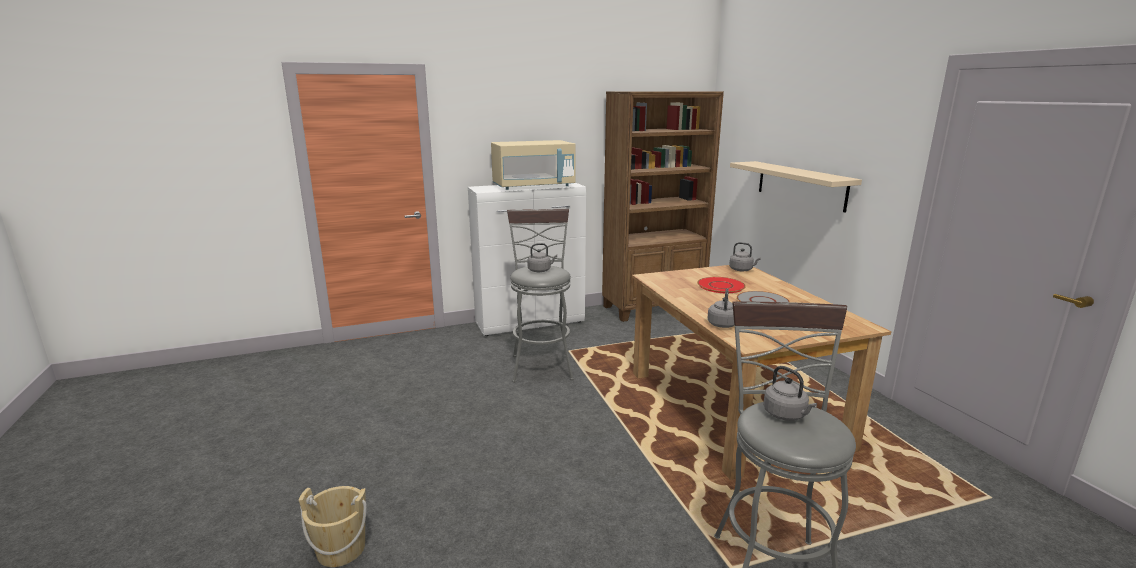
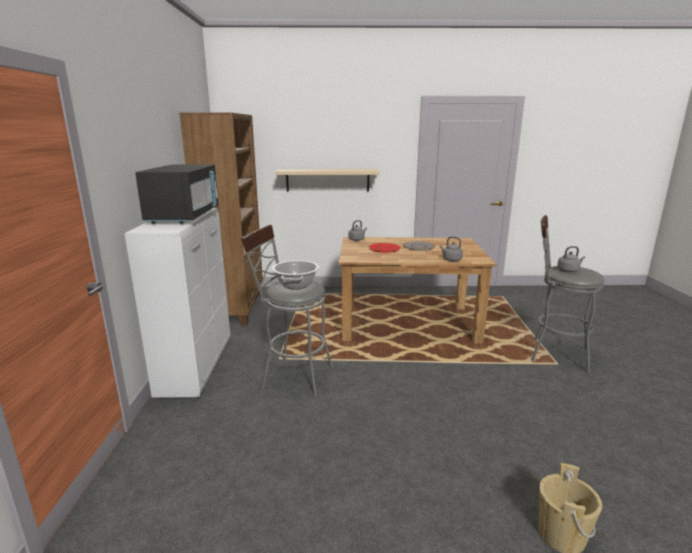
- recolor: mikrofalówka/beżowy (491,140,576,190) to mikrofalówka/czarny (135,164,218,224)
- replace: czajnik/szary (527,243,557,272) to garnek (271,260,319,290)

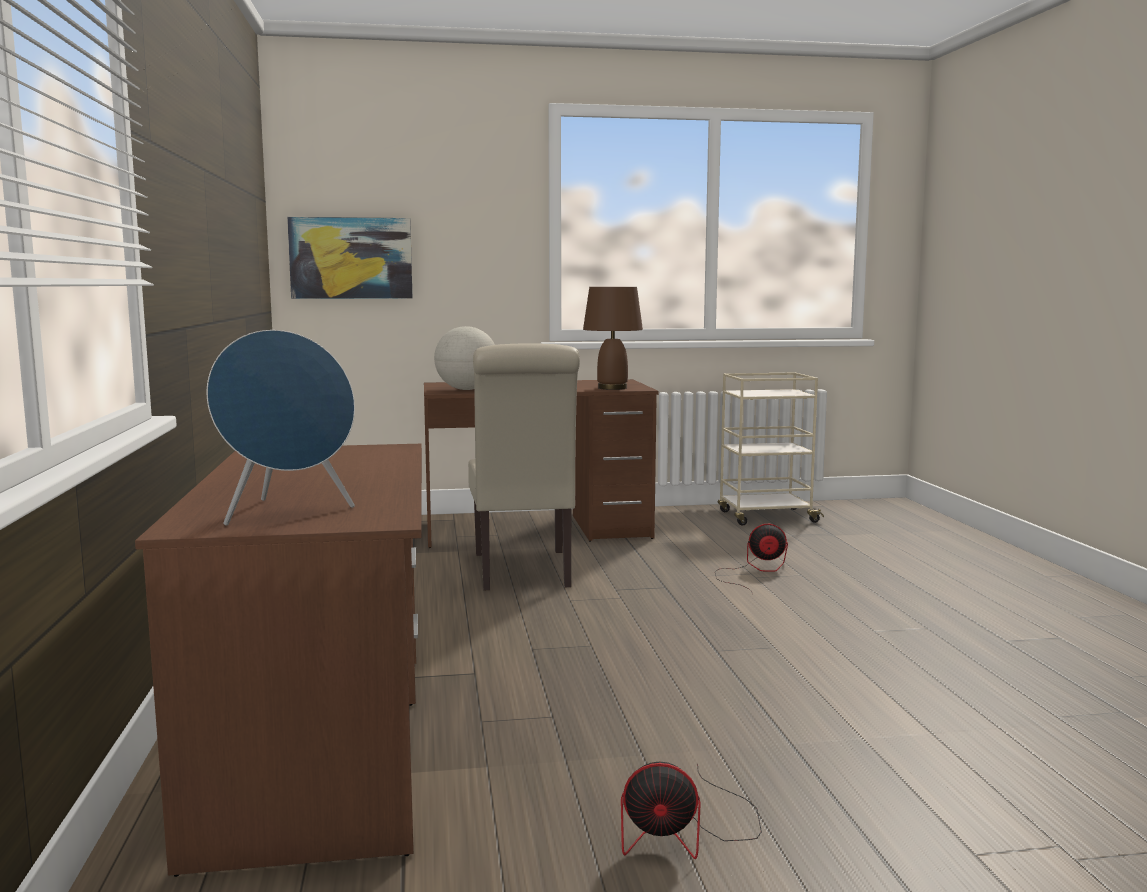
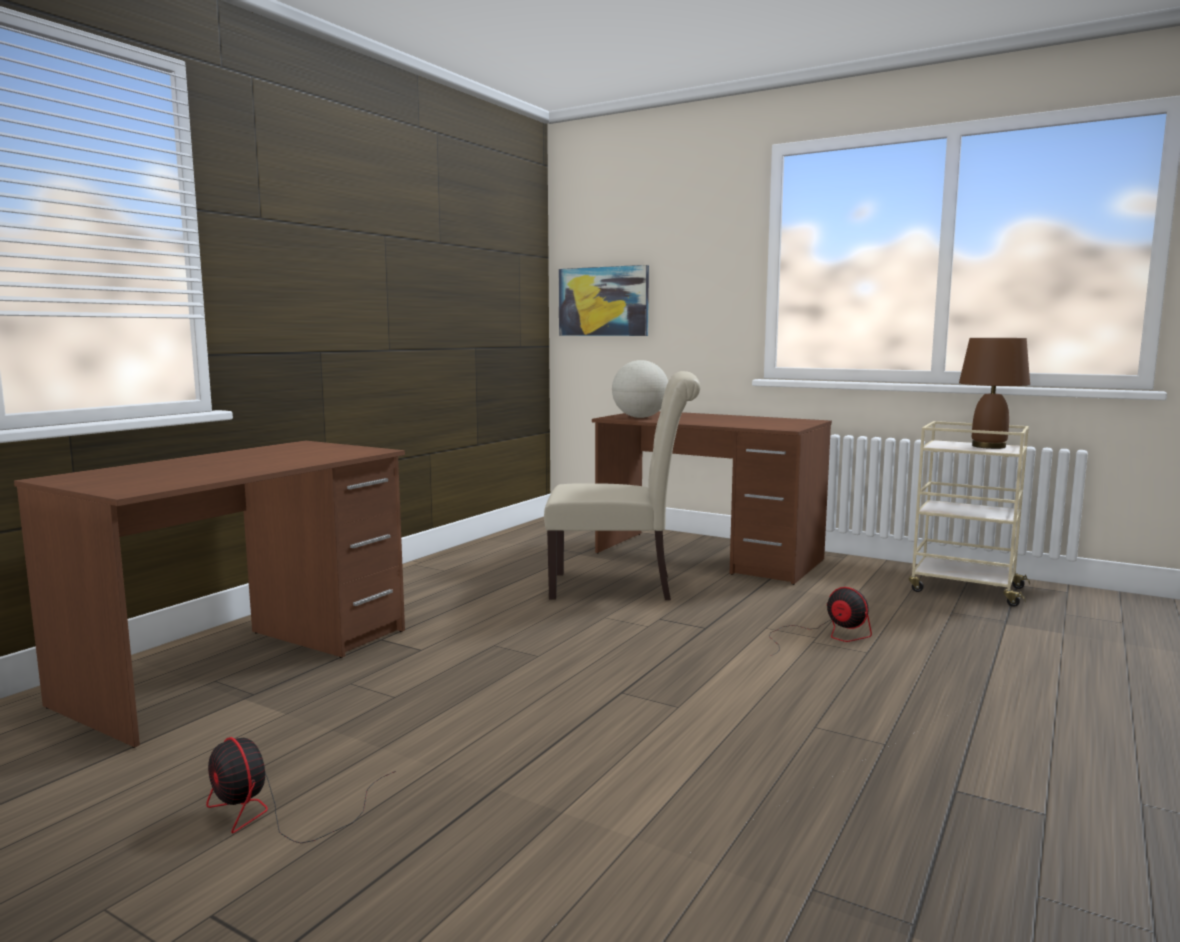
- move: lampa stołowa/brązowy (583,287,643,390) to (959,338,1030,449)
- delete: głośnik/niebieski (207,330,355,526)
- rotate: krzesło/beżowy (468,343,580,590) = (544,371,701,600) 120 degrees counterclockwise

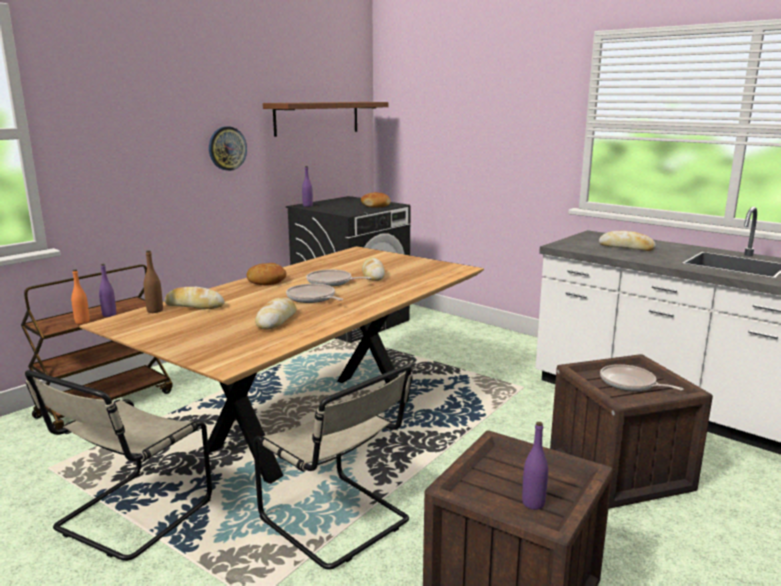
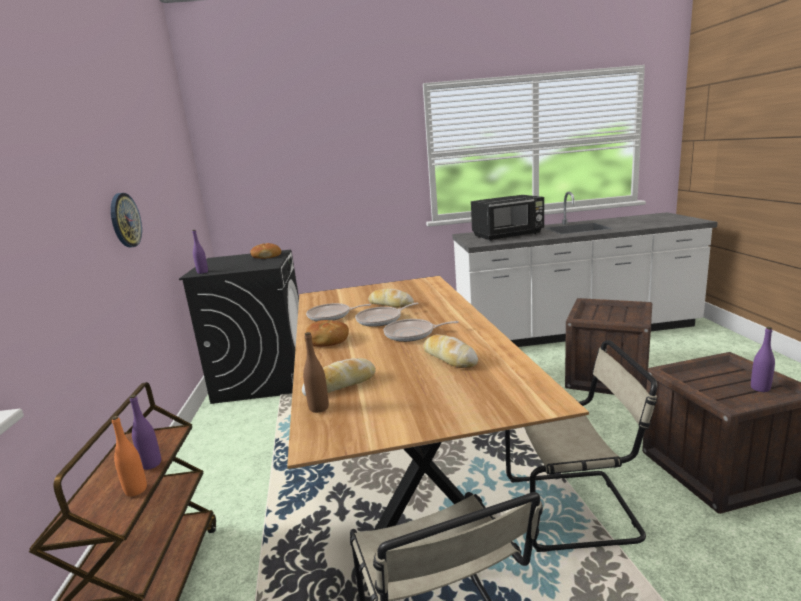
- delete: półka/brązowy (263,102,389,137)
- replace: chleb (599,231,656,251) to mikrofalówka/czarny (471,195,544,241)
- move: patelnia (600,364,683,391) to (306,303,372,321)

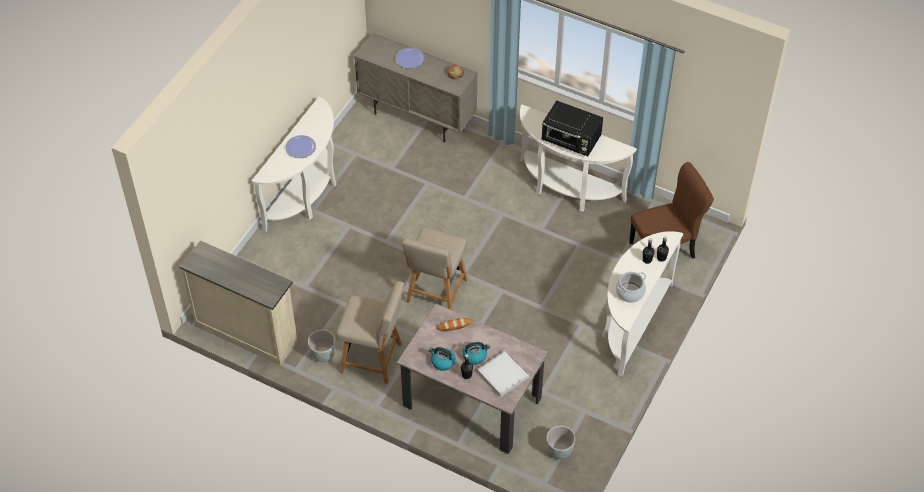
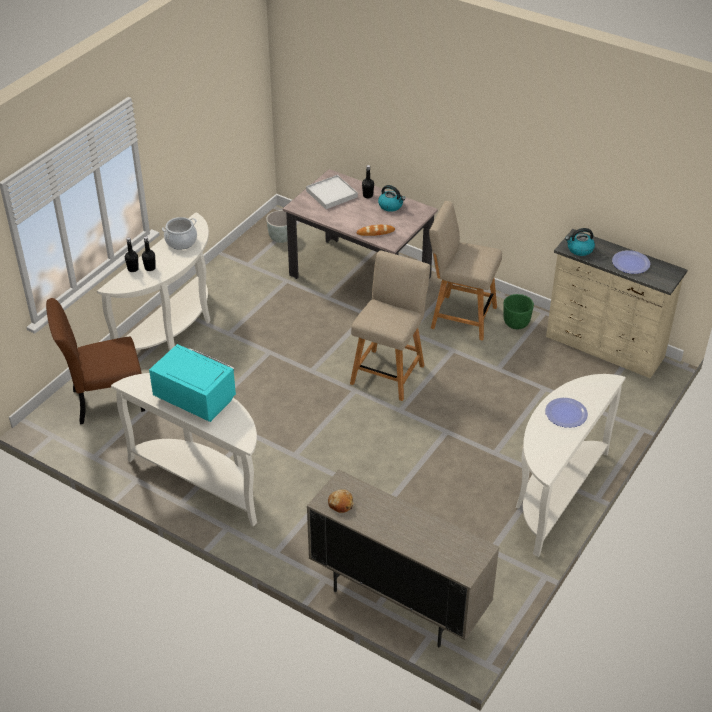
- move: talerz (395,48,424,69) to (612,250,650,274)
- recolor: mikrofalówka/czarny (541,100,603,156) to mikrofalówka/turkusowy (149,344,236,422)
- recolor: donica/szary (308,330,335,362) to donica/zielony (503,294,534,329)
- move: czajnik (462,342,490,365) to (565,228,595,256)

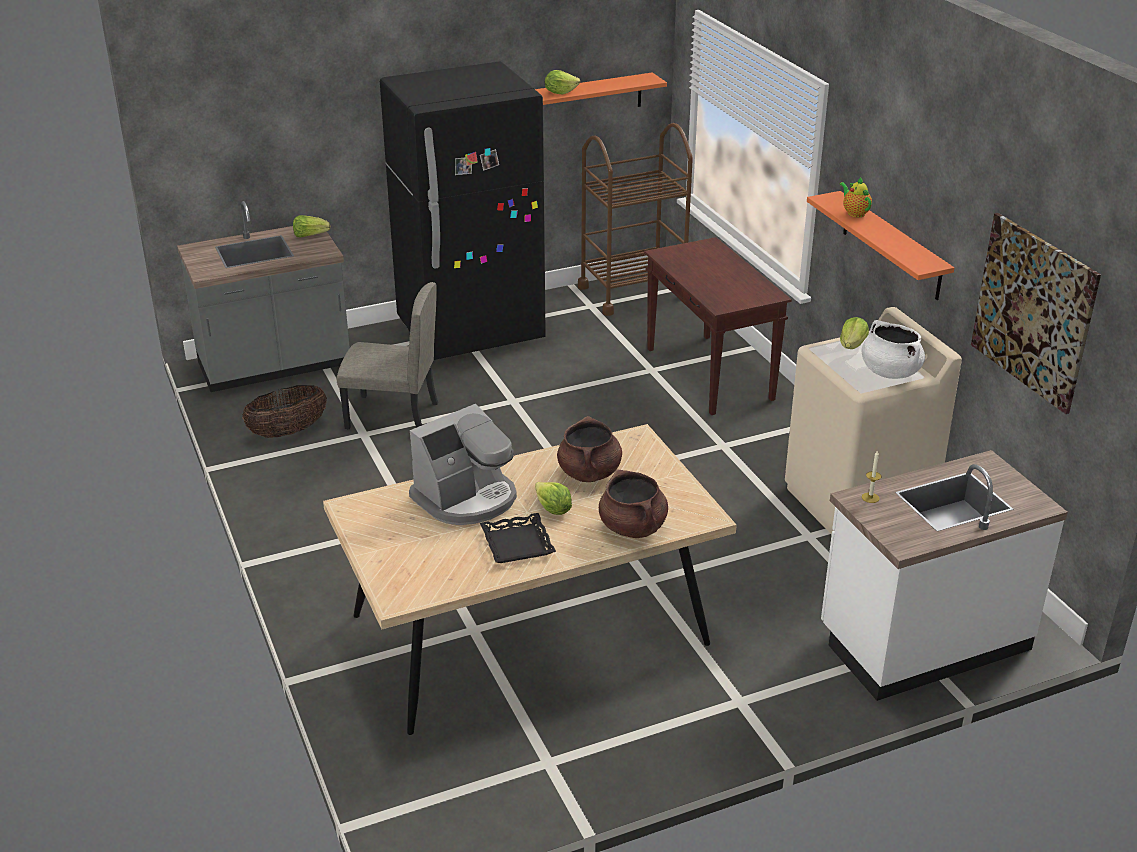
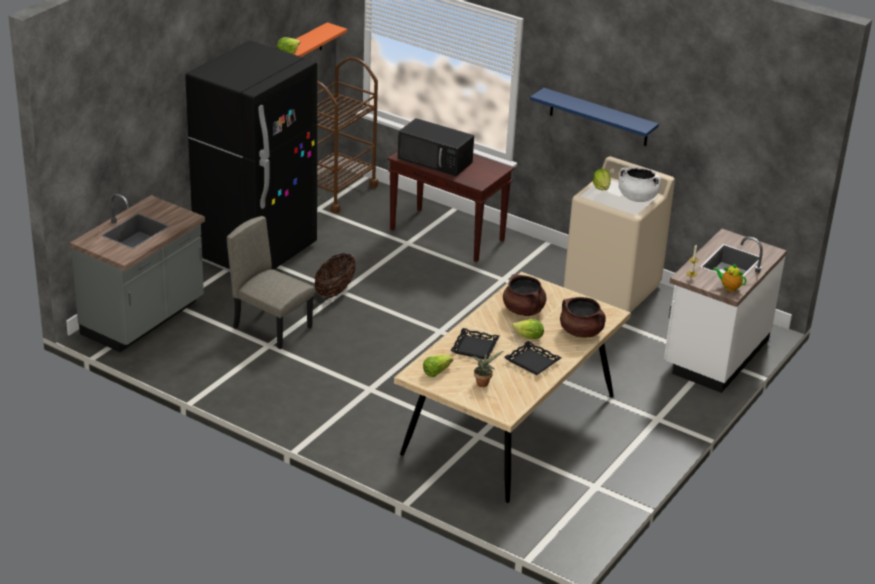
- move: imbryk (839,177,872,218) to (713,263,746,291)
- recolor: półka/pomarańczowy (807,191,954,300) to półka/niebieski (530,88,659,146)
- delete: obraz (971,213,1101,414)
- move: sałata (293,215,330,238) to (423,354,453,377)
- rotate: krzesło/beżowy (337,282,438,430) = (227,216,315,349) 120 degrees counterclockwise
- move: koszyk (242,385,327,438) to (315,253,355,298)
- replace: ekspres do kawy (409,404,517,525) to taca/czarny (450,328,500,359)
- insert: mikrofalówka/czarny (398,118,474,176)
- insert: roślina doniczkowa (473,351,503,387)

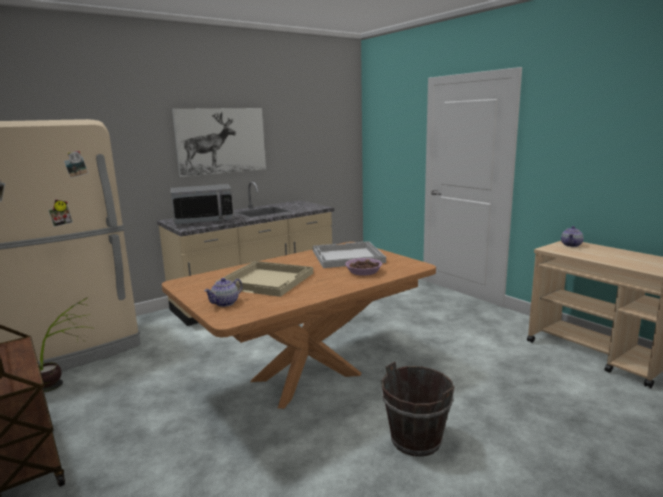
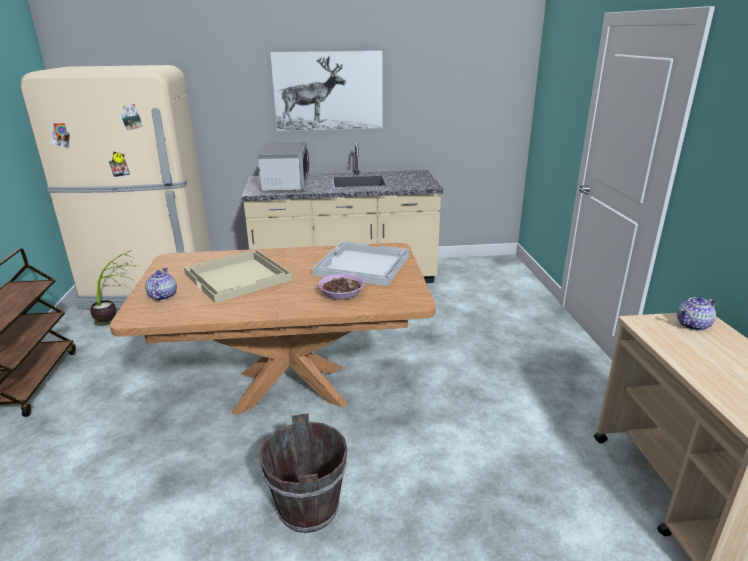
- rotate: mikrofalówka (171,184,234,225) = (258,142,309,191) 105 degrees counterclockwise
- rotate: imbryk (204,278,243,307) = (145,267,177,301) 105 degrees clockwise

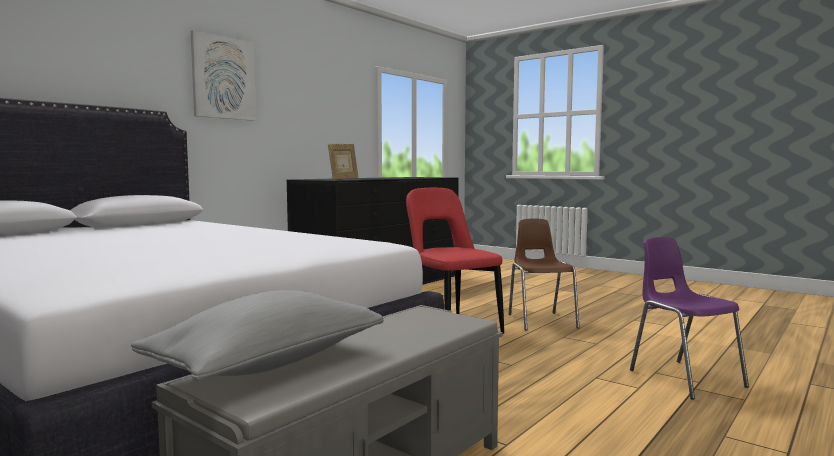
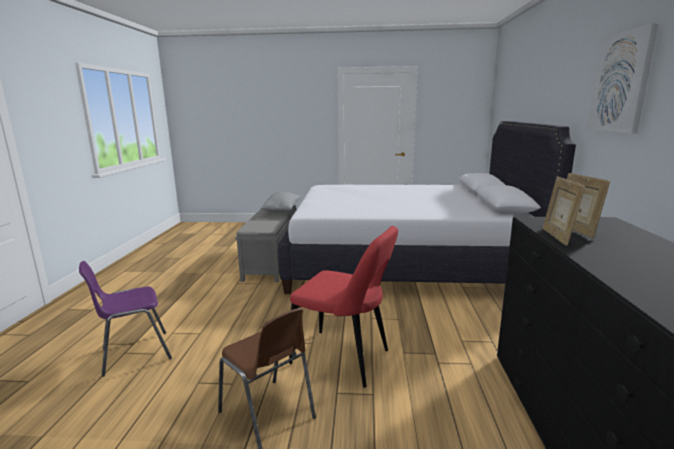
- rotate: krzesło/fioletowy (630,237,749,400) = (79,261,172,377) 120 degrees clockwise
- insert: ramka na zdjęcie (543,177,585,246)

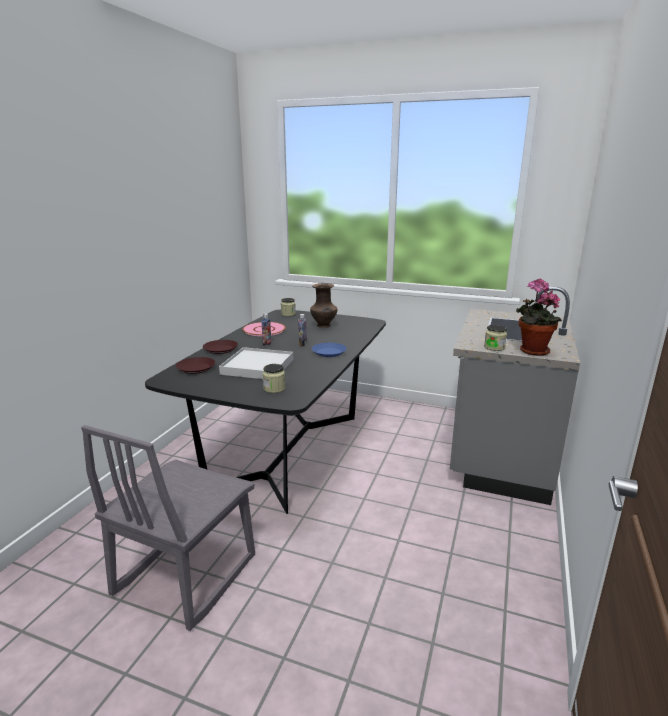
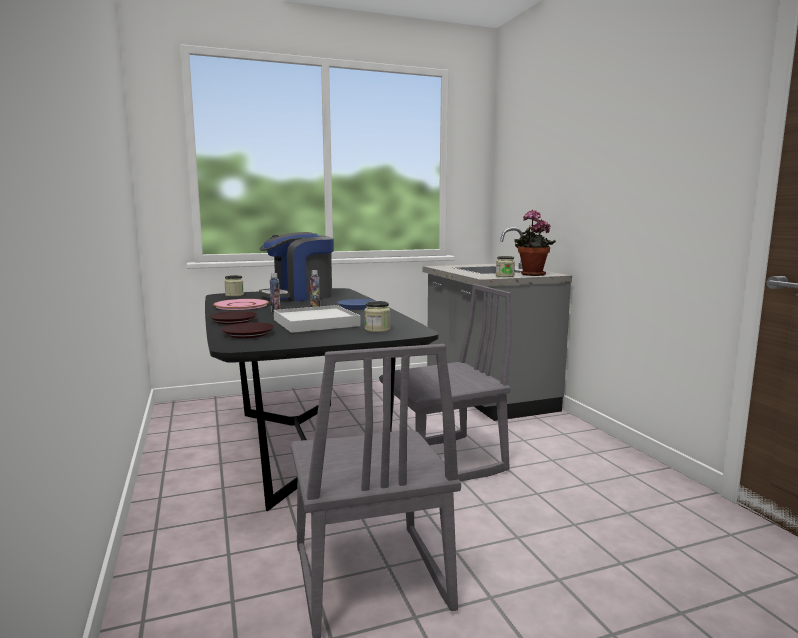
- replace: wazon/brązowy (310,283,338,328) to ekspres do kawy (259,232,334,301)
- insert: krzesło/szary (379,284,512,481)

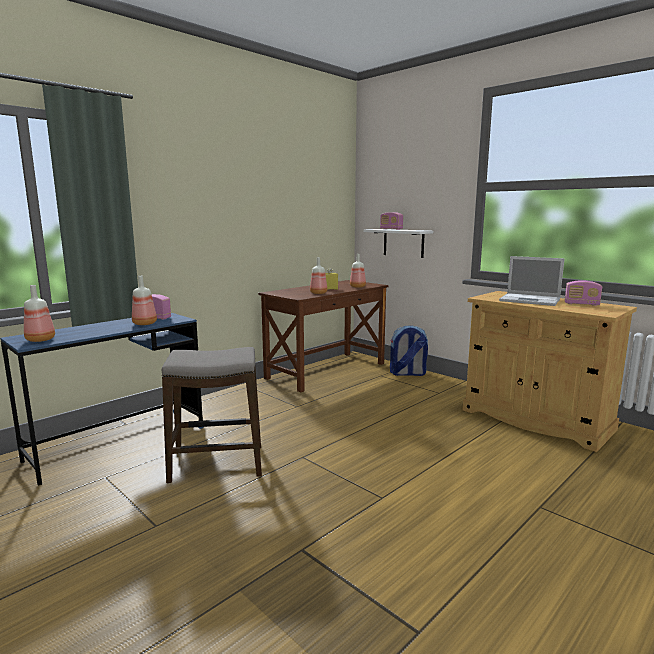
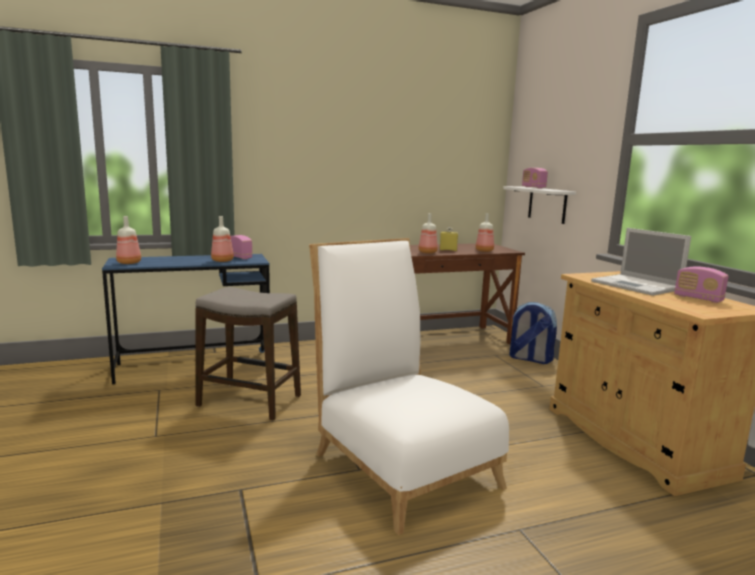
- insert: krzesło/biały (309,238,509,535)

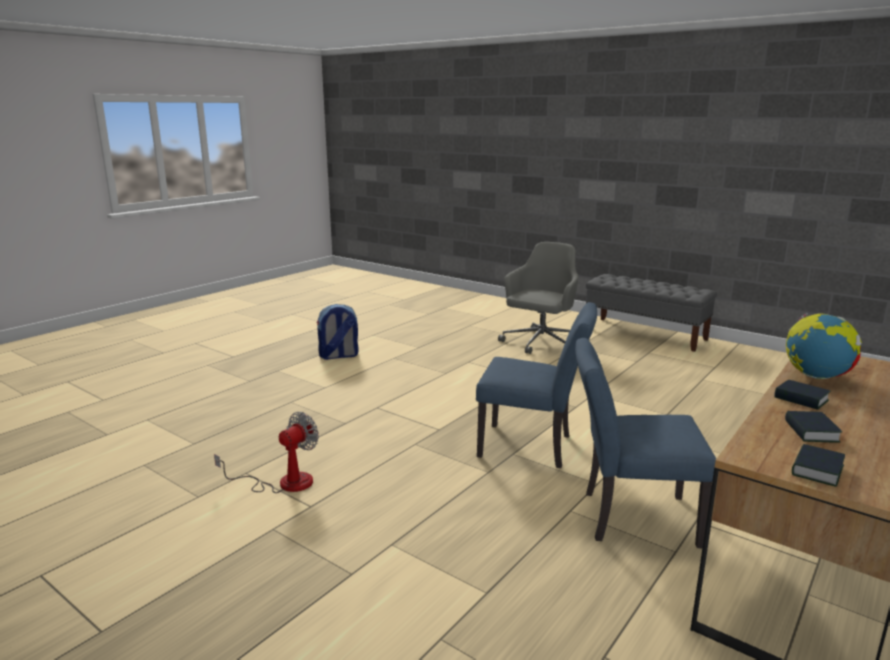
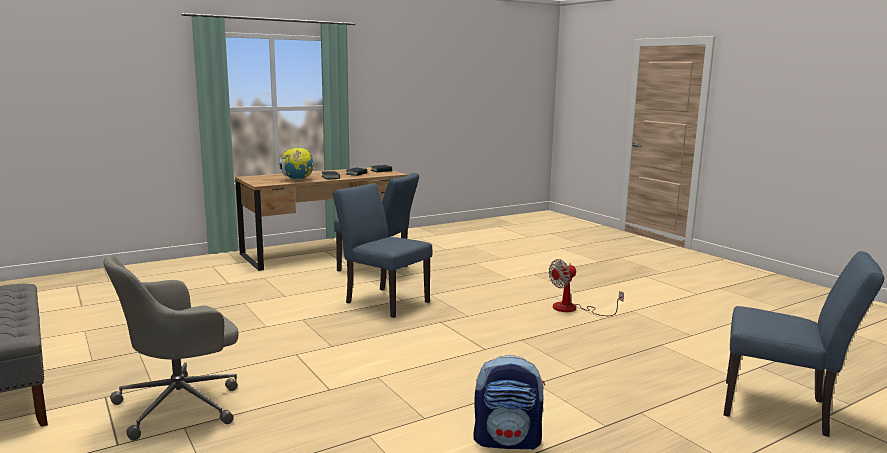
- insert: krzesło/niebieski (724,251,884,437)

